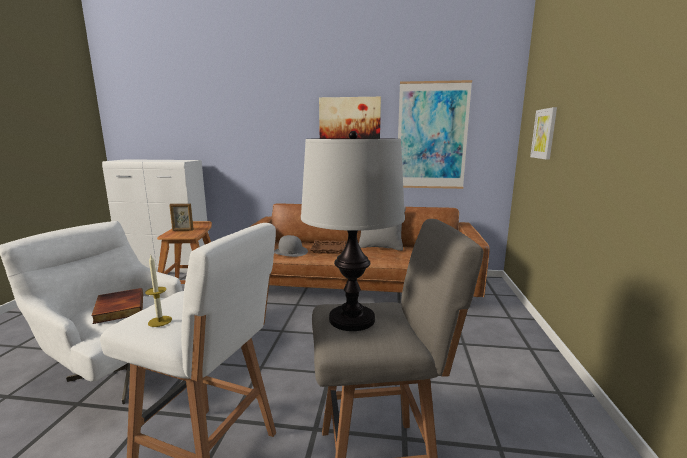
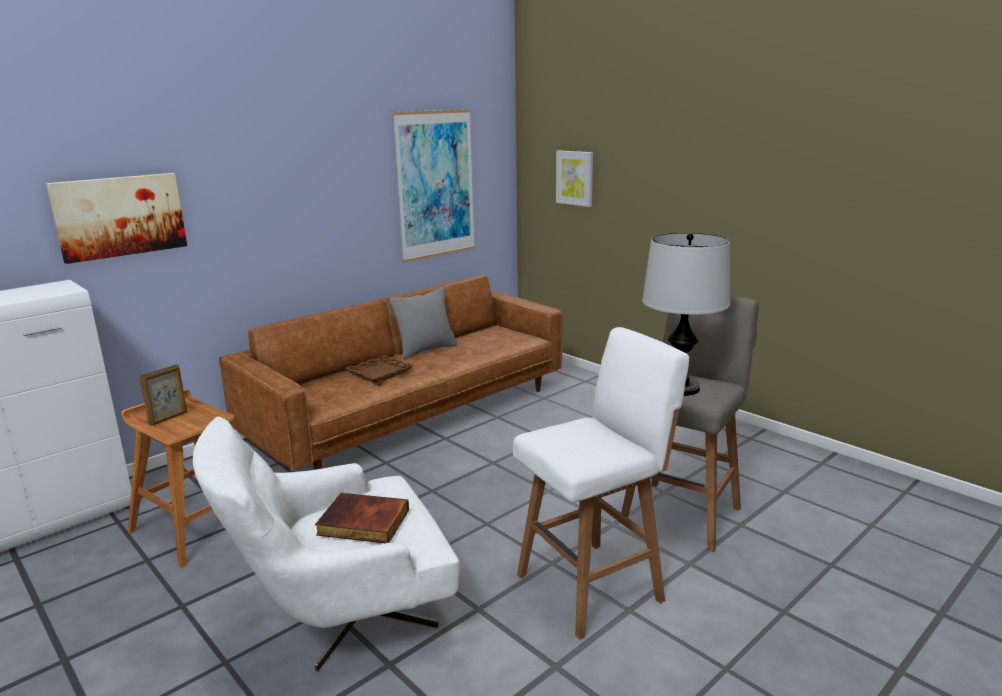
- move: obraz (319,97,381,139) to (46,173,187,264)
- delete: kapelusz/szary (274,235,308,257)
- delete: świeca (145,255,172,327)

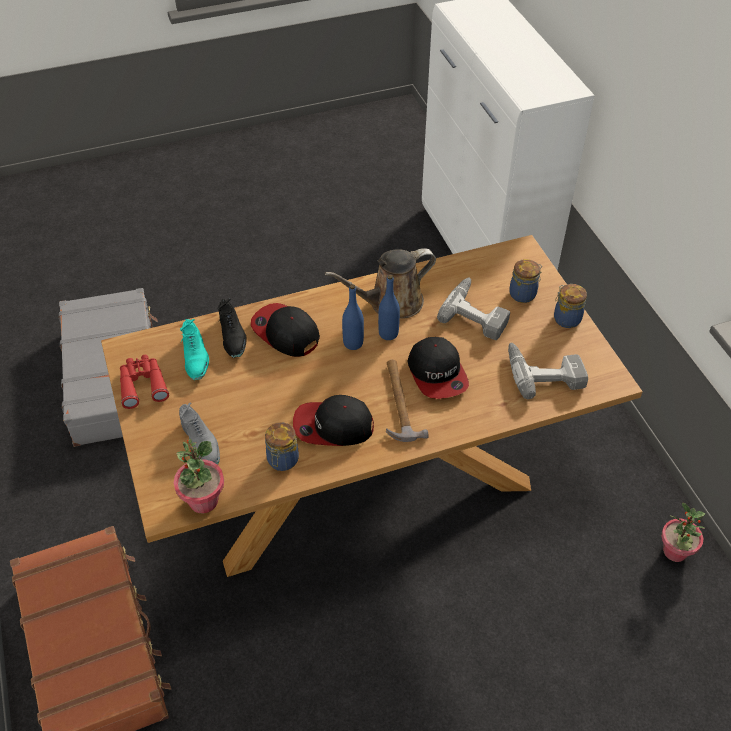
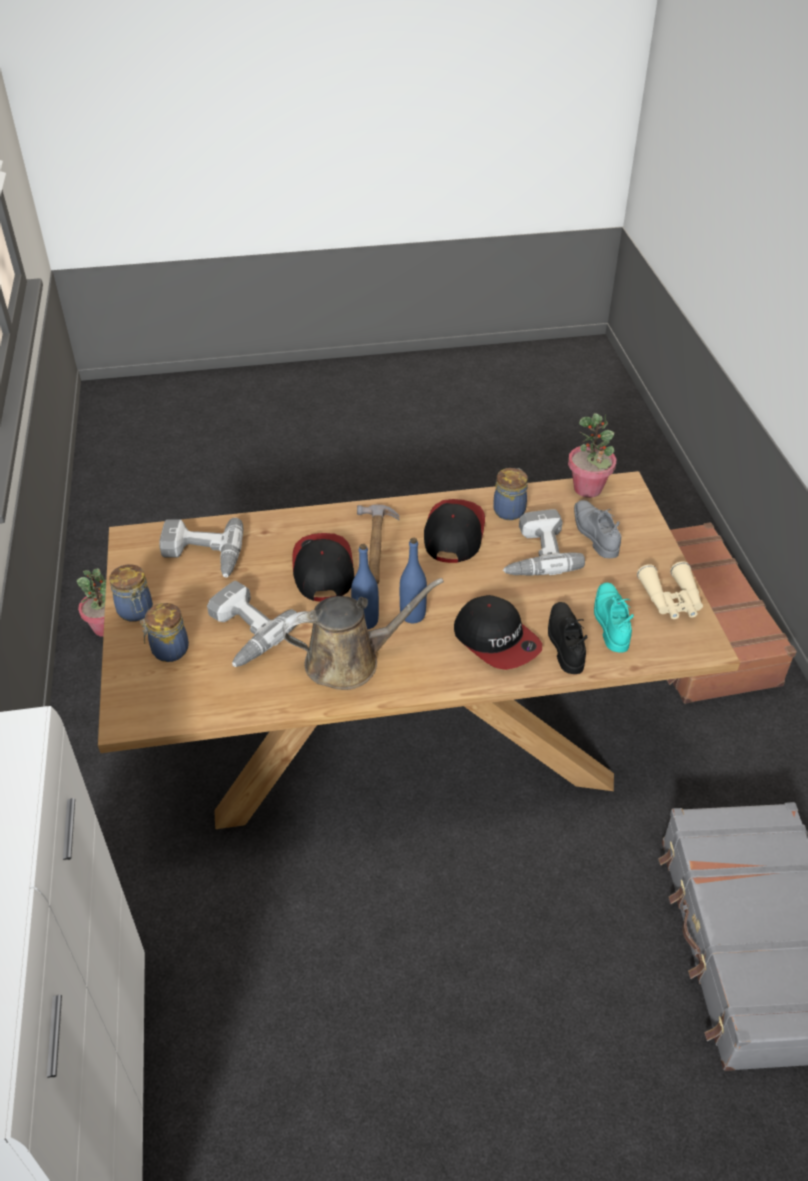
- recolor: lornetka/czerwony (120,355,169,409) to lornetka/beżowy (637,561,703,619)
- rotate: czapka z daszkiem (293,395,374,446) = (424,499,485,563) 90 degrees counterclockwise
- insert: wiertarka (503,509,585,575)

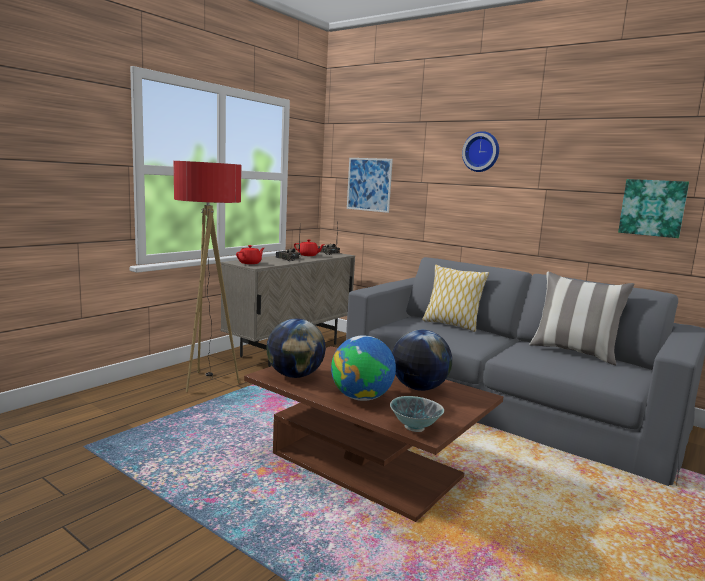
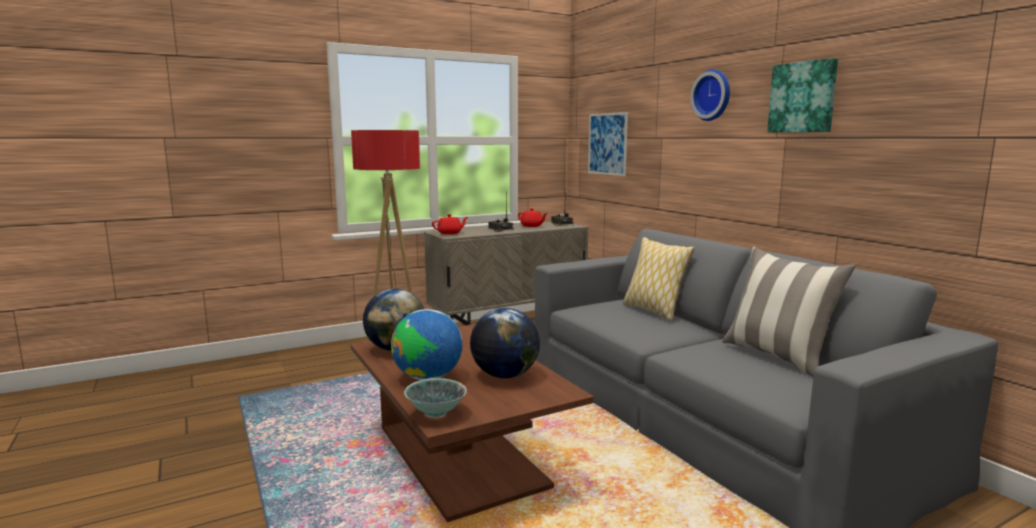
- move: obraz (618,179,689,238) to (767,58,838,132)

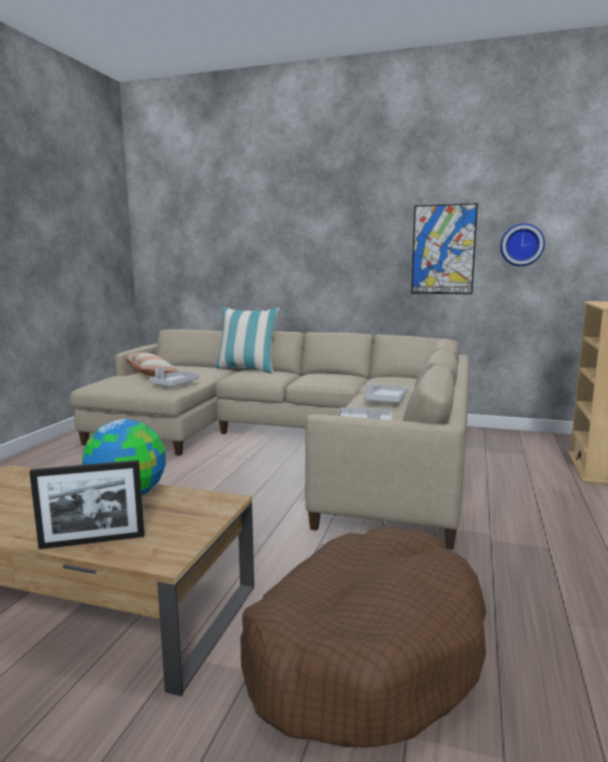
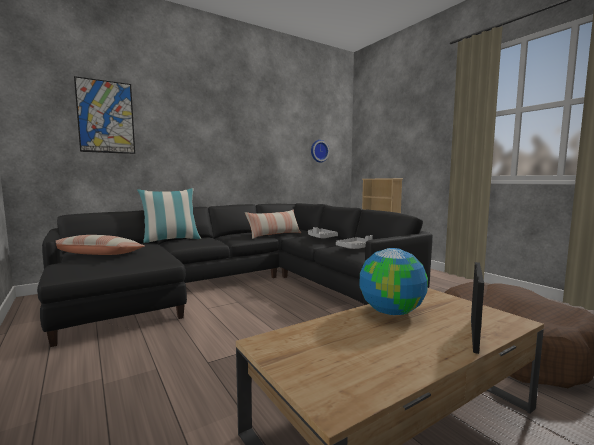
- move: obraz (411,203,478,294) to (74,76,135,154)
- recolor: kanapa/beżowy (70,330,469,550) to kanapa/czarny (37,203,433,347)
- delete: taca/szary (149,368,199,386)
- insert: poduszka (245,210,301,239)

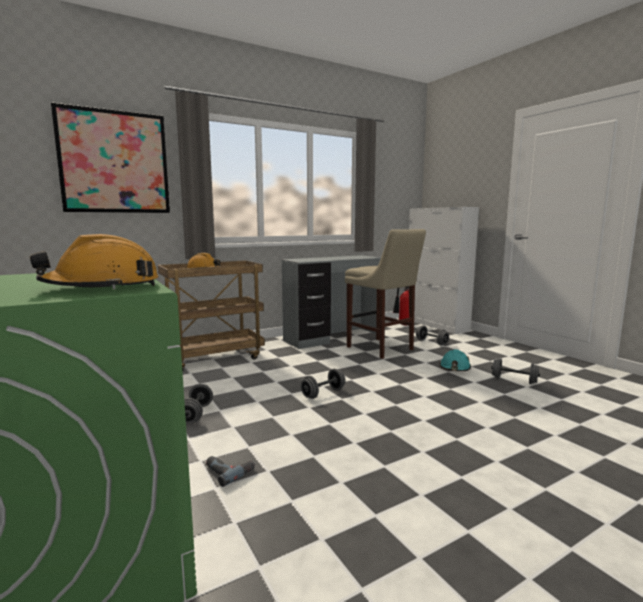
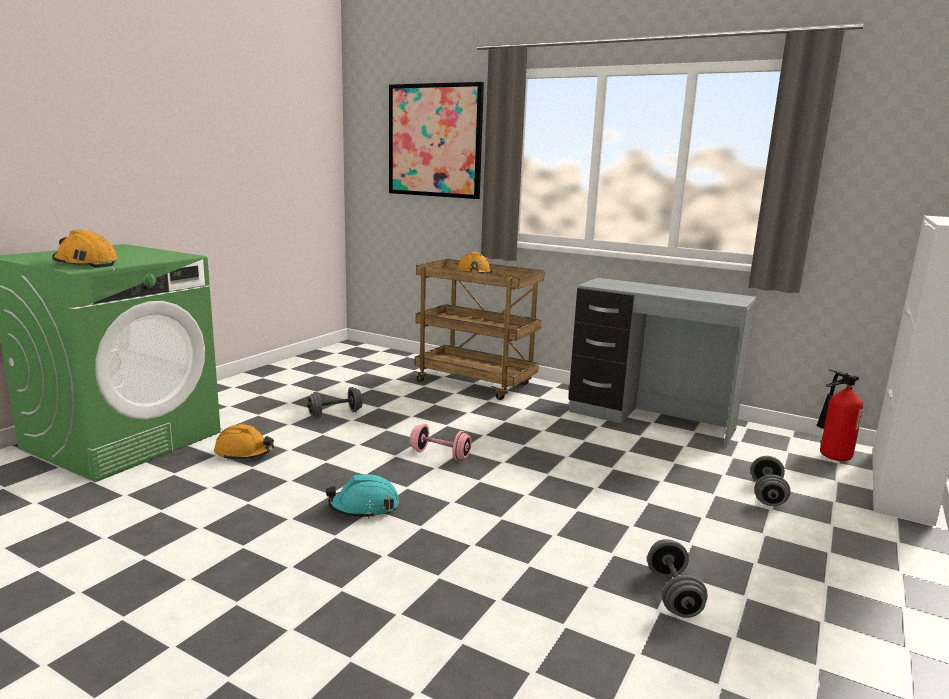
- delete: stołek/beżowy (345,229,426,359)
- move: kask/turkusowy (440,349,471,371) to (326,474,399,519)
- recolor: hantel/szary (301,369,346,399) to hantel/różowy (410,423,471,461)
- replace: wiertarka (206,456,255,487) to kask/pomarańczowy (214,424,274,460)

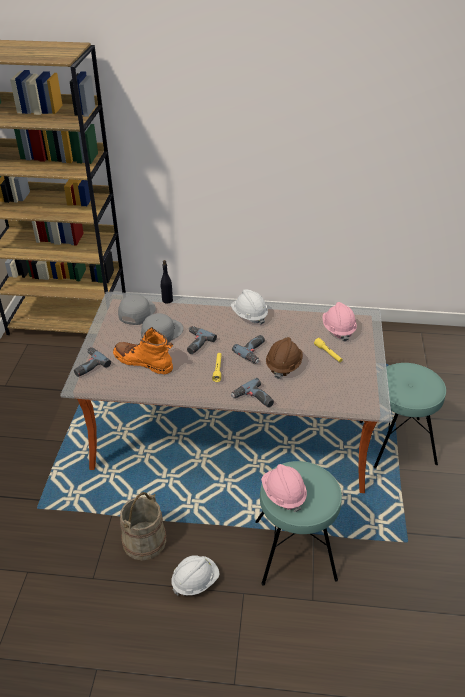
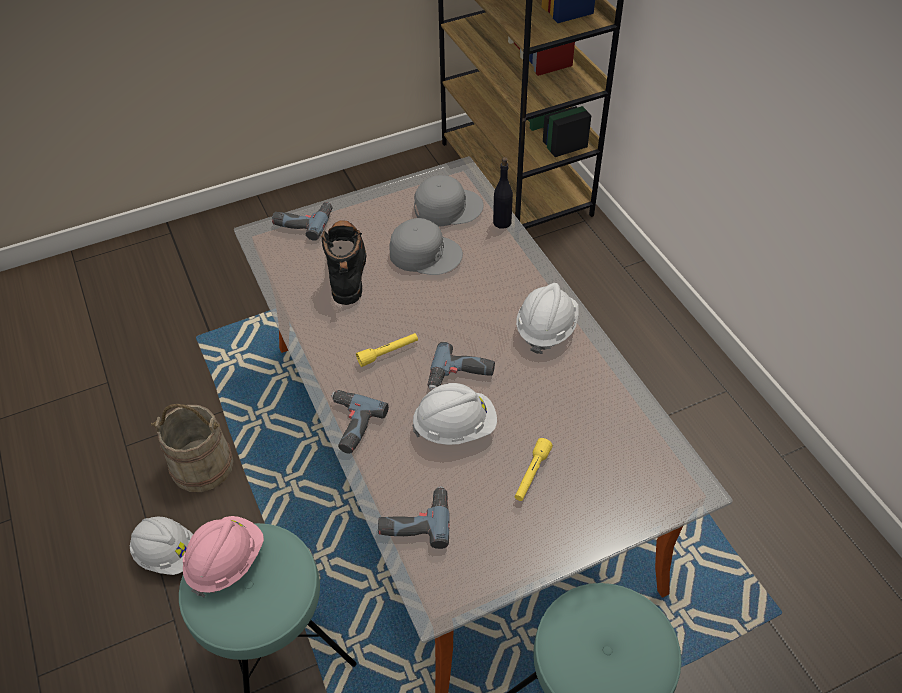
- delete: kask/różowy (323,302,357,341)
- move: wiertarka (187,326,217,354) to (378,486,450,549)
- recolor: but z cholewką/pomarańczowy (113,327,173,375) to but z cholewką/czarny (321,220,366,305)
- recolor: kask/brązowy (266,337,303,379) to kask/biały (412,383,497,445)

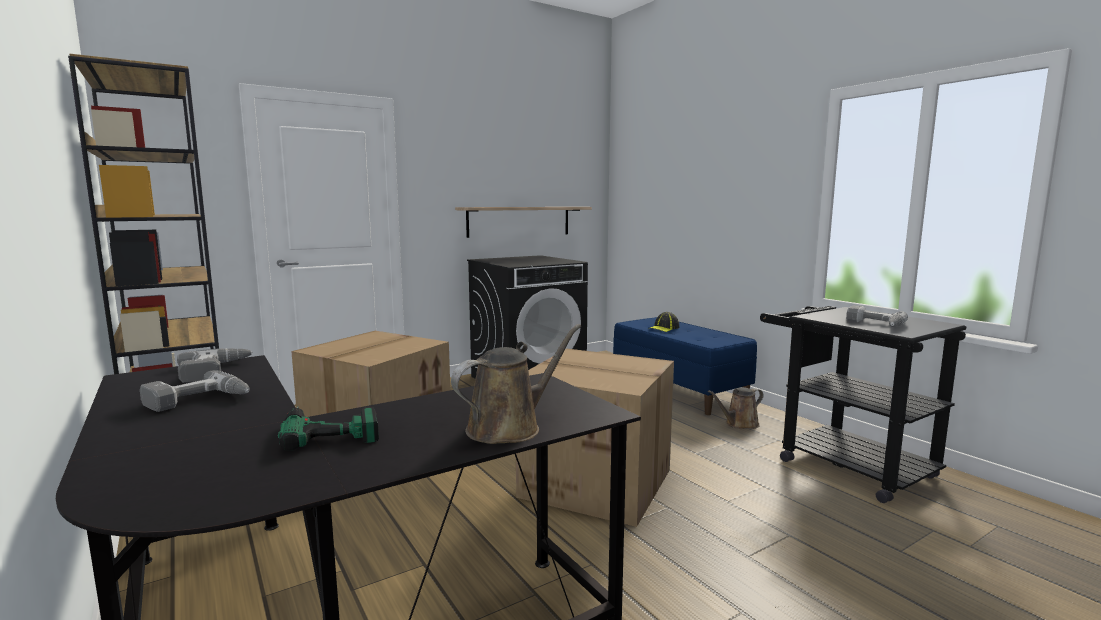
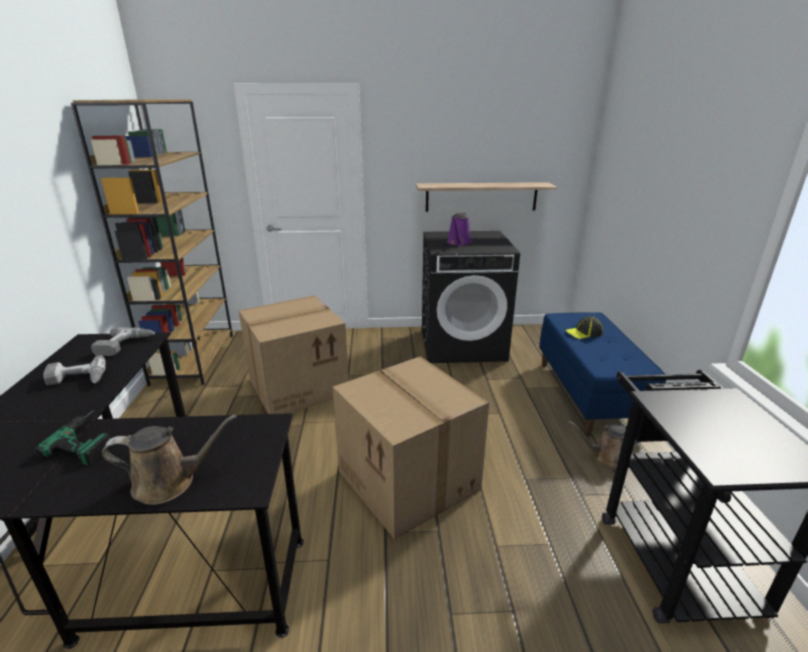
- delete: wiertarka (846,305,908,327)
- insert: konewka/fioletowy (447,213,472,246)

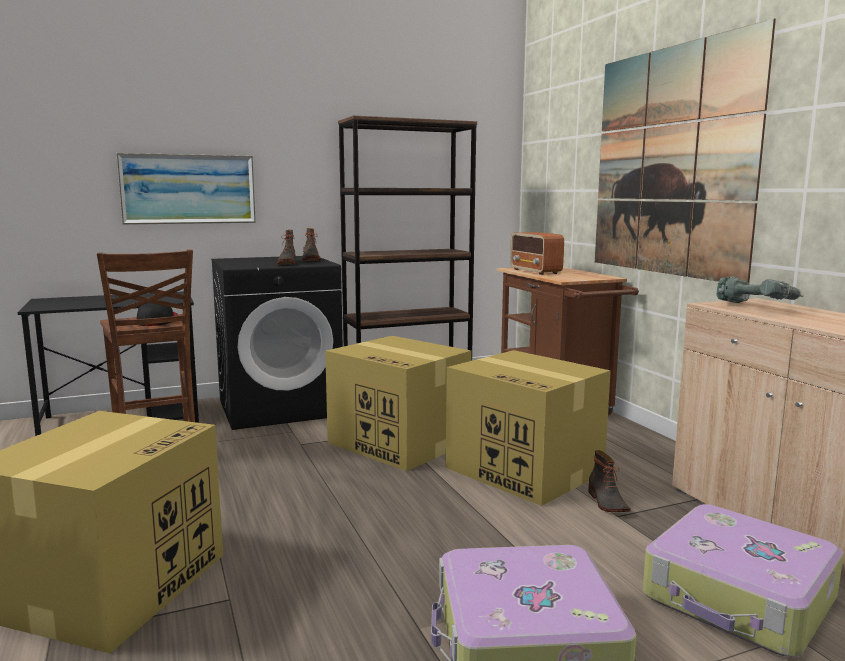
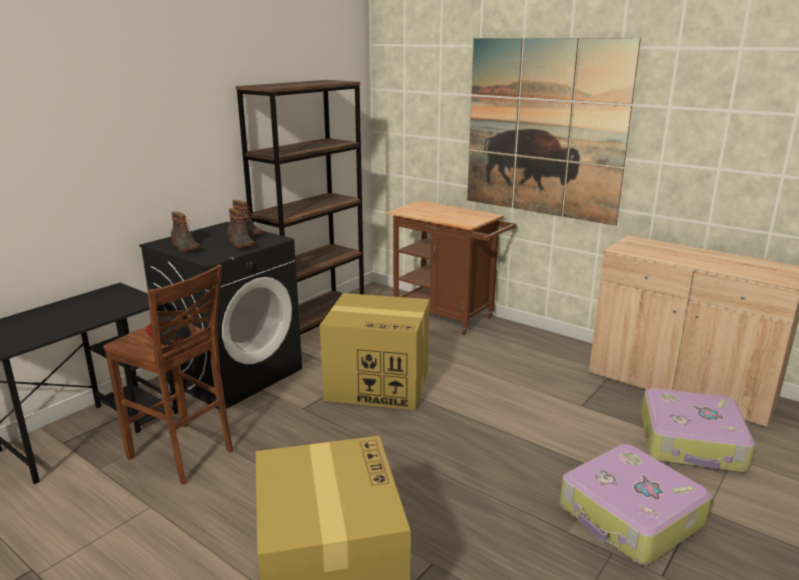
- delete: obraz (117,153,256,225)
- delete: radio (510,232,564,275)
- delete: wiertarka (716,276,804,303)
- delete: karton (446,350,611,506)
- move: but z cholewką (588,450,631,512) to (171,211,202,252)

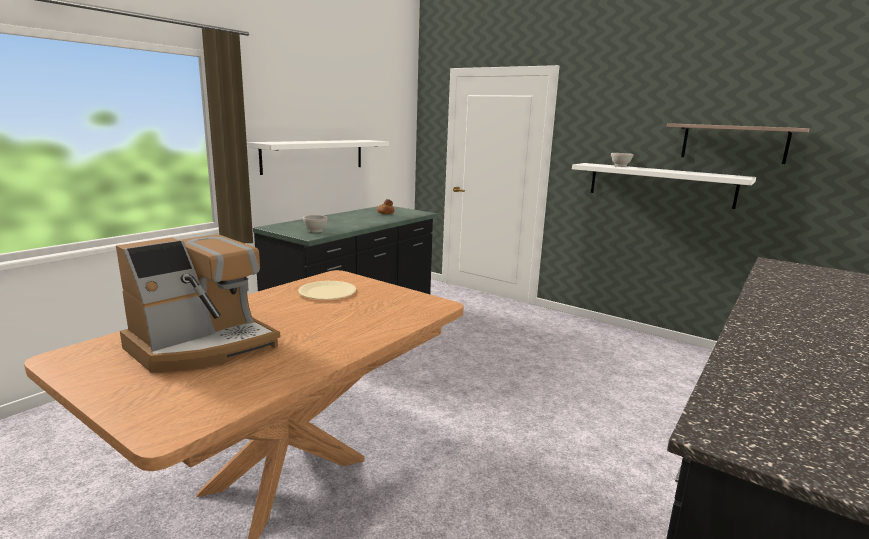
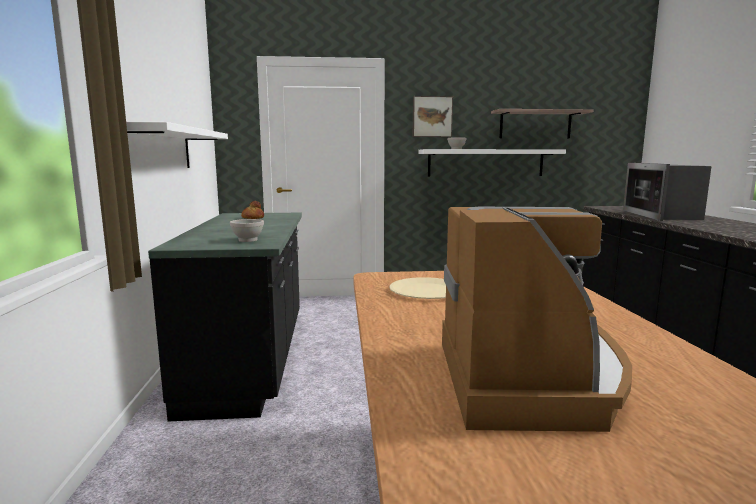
- insert: obraz (413,96,453,137)
- insert: mikrofalówka (623,163,712,221)

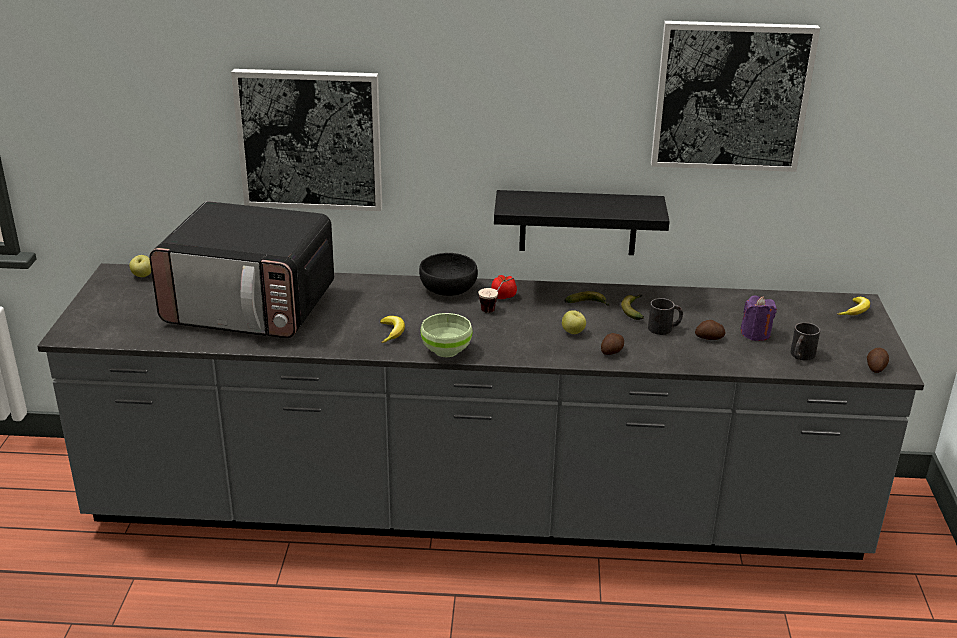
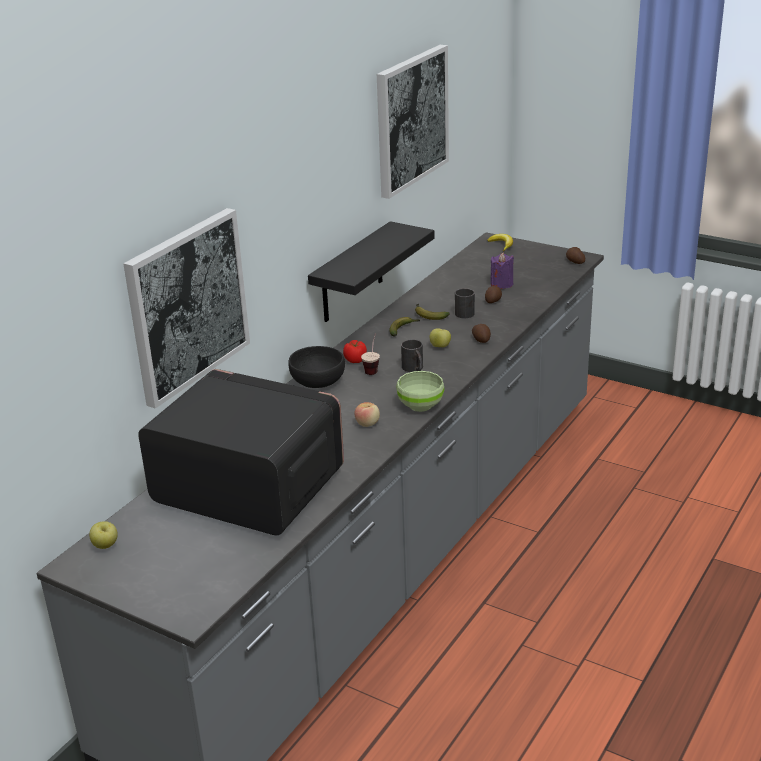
- rotate: mikrofalówka (149,201,334,338) = (138,369,344,535) 105 degrees counterclockwise
- replace: banan (380,316,405,343) to jabłko (354,402,380,427)
- move: kubek/czarny (790,322,820,361) to (401,339,423,372)

